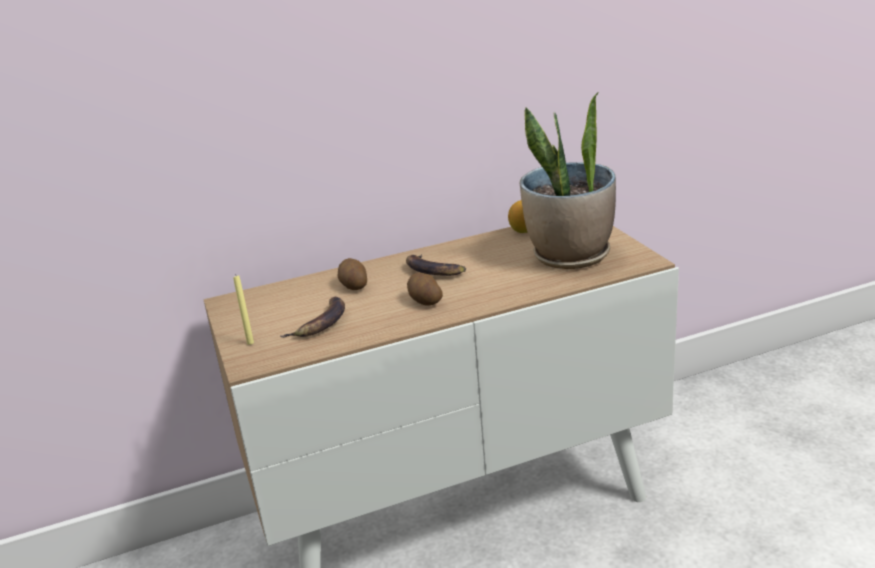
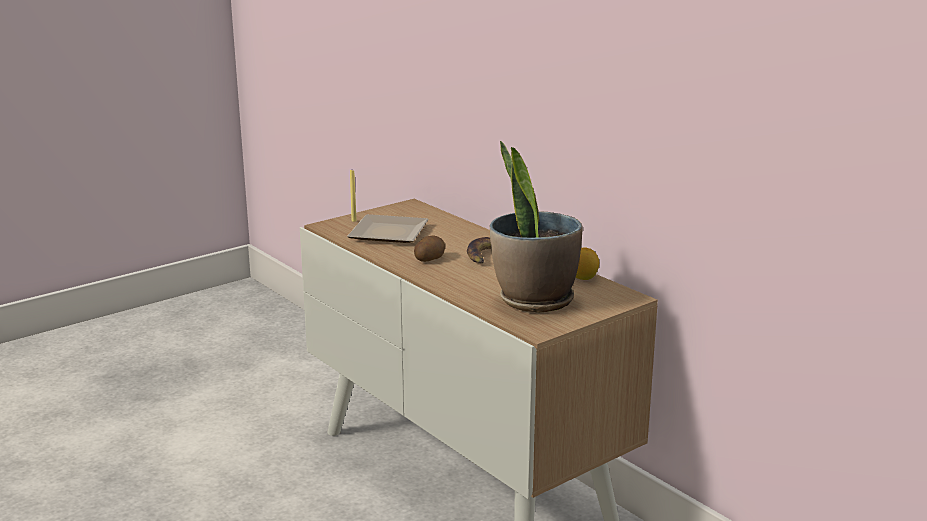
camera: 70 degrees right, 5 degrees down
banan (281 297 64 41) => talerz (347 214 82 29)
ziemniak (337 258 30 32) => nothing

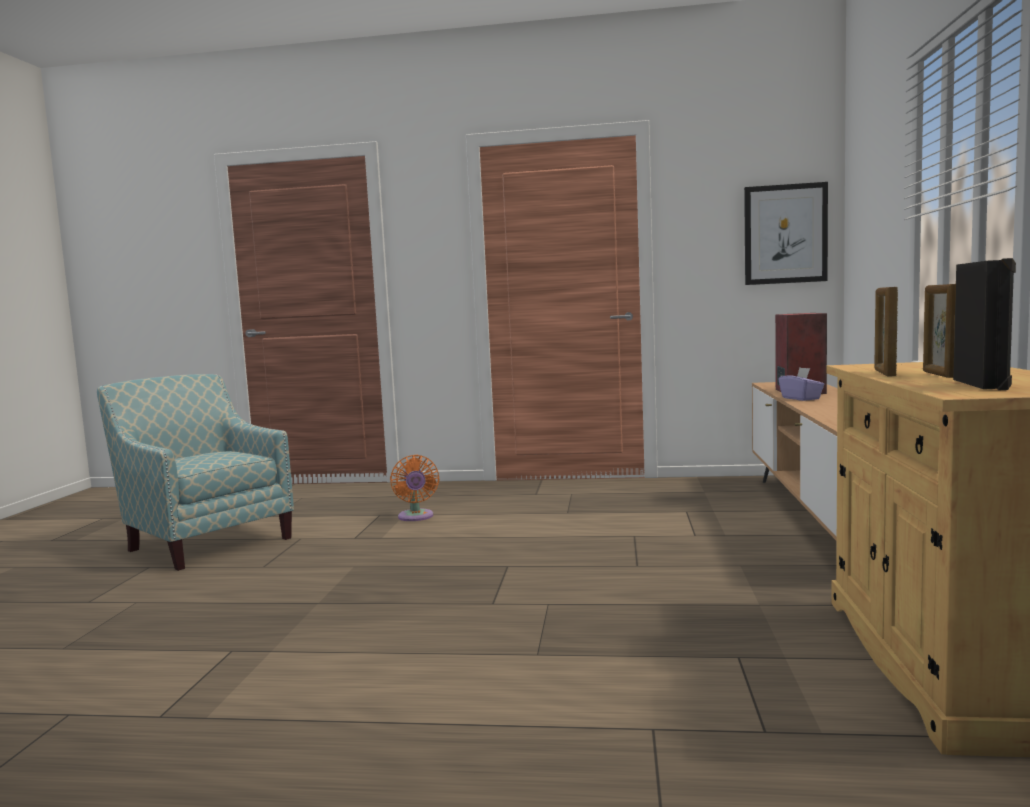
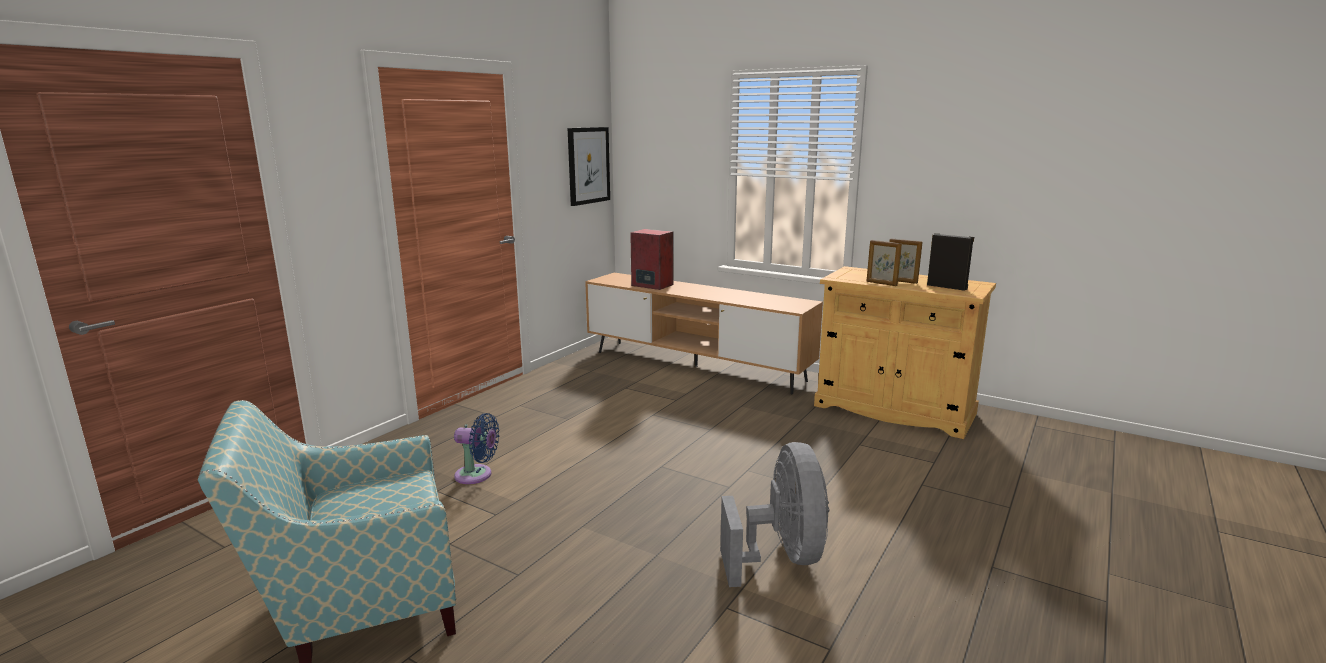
camera: 65 degrees left, 10 degrees up
wentylator (pomarańczowy) (390 455 49 66) => wentylator (niebieski) (454 413 46 71)
nothing => wentylator (szary) (720 442 109 145)
pudełko chusteczek (fioletowy) (778 367 46 34) => nothing

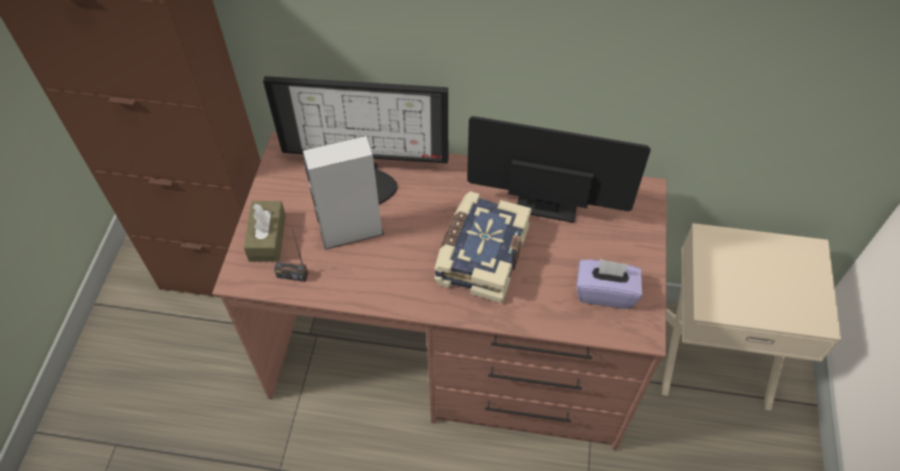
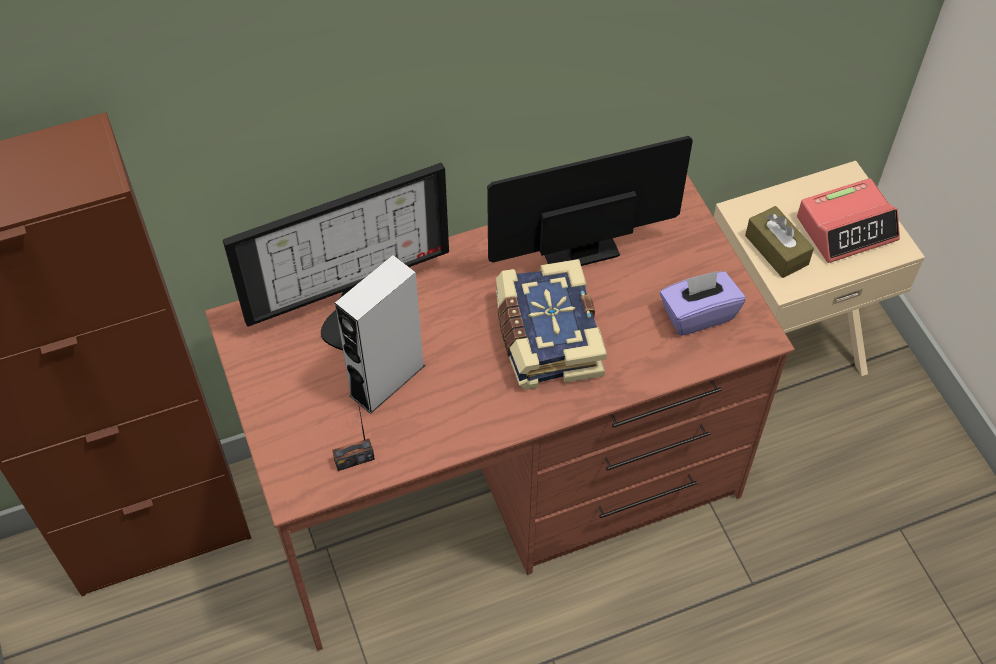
camera: 30 degrees left, 0 degrees up
pudełko chusteczek (brązowy) (244 201 42 61) => pudełko chusteczek (brązowy) (745 206 69 72), move
nothing => budzik (797 178 103 85)

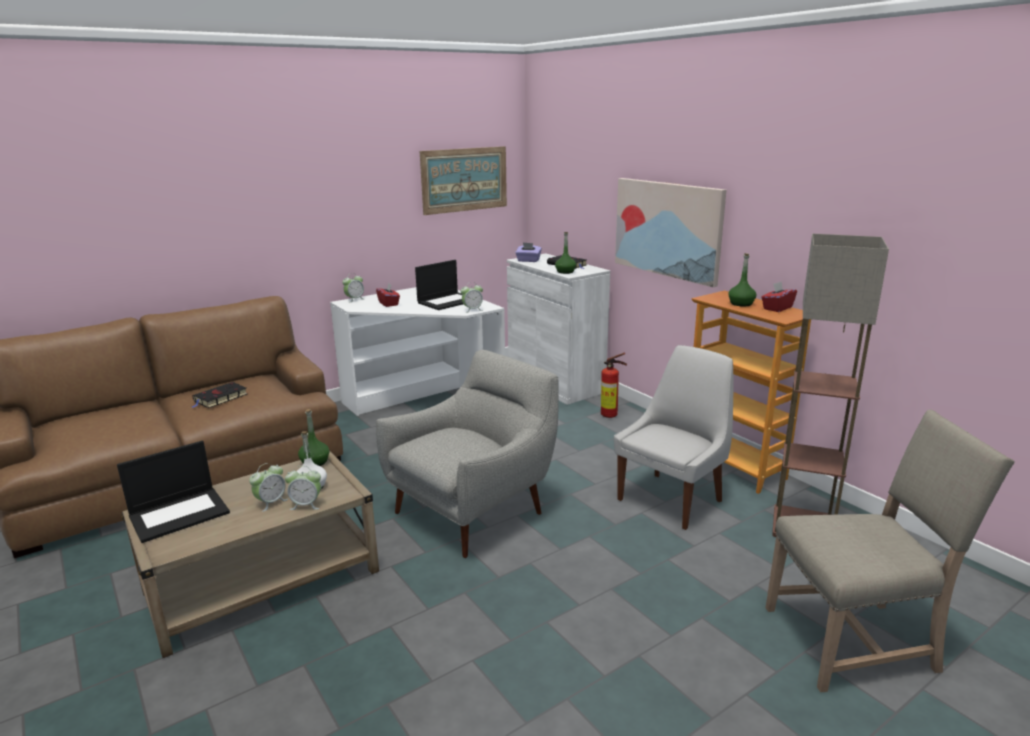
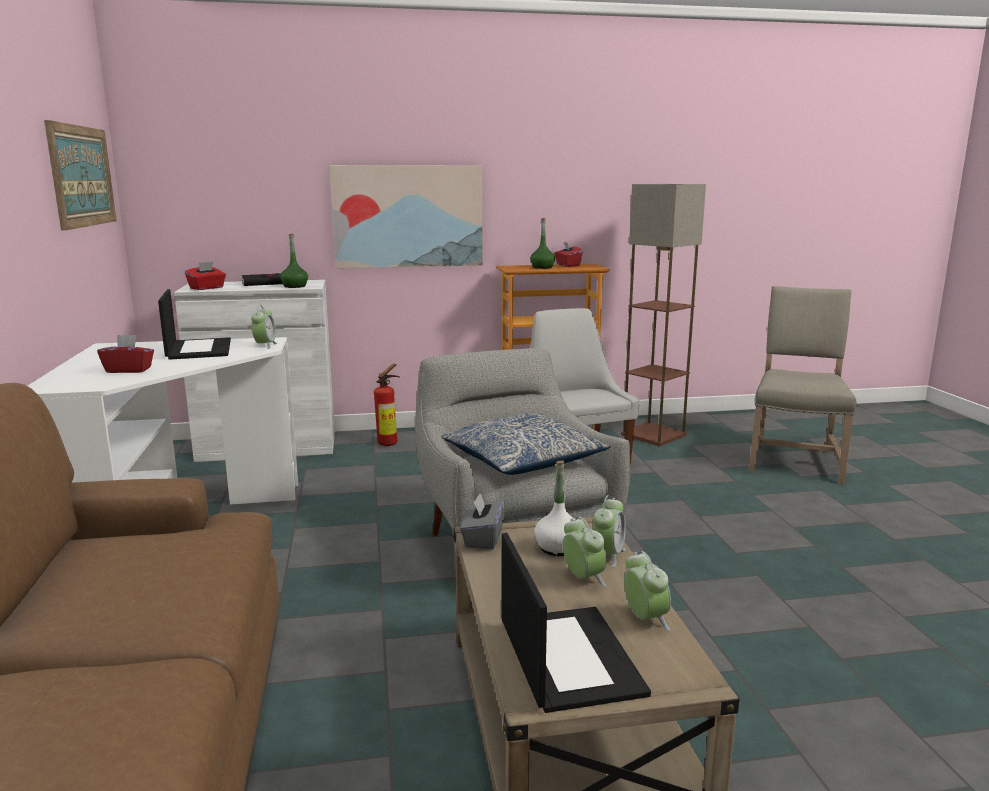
camera: 65 degrees left, 5 degrees down
pudełko chusteczek (fioletowy) (515 243 27 19) => pudełko chusteczek (czerwony) (185 262 41 28)
nothing => poduszka (440 413 171 62)
butelka (zielony) (298 409 31 57) => pudełko chusteczek (szary) (460 492 45 58)
budzik (342 273 22 29) => budzik (624 551 47 80), move
książka (czarny) (192 382 55 26) => nothing

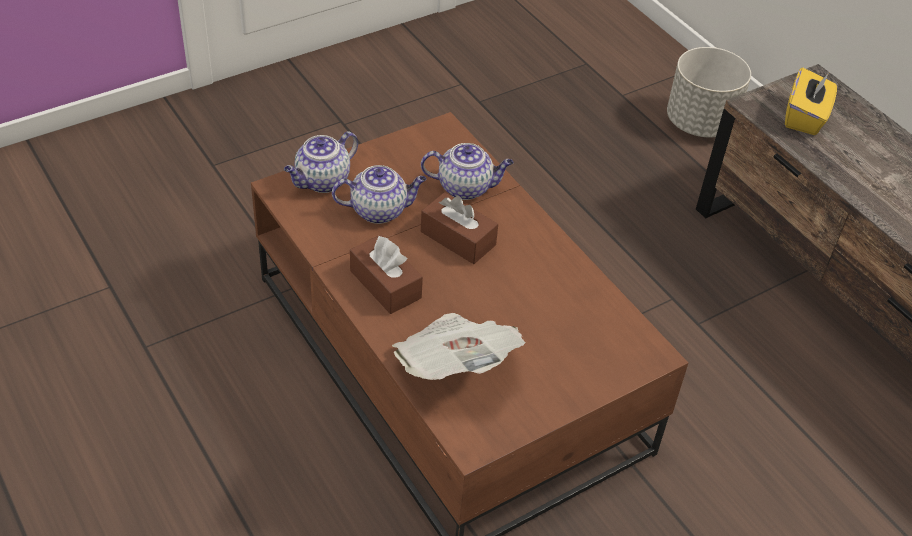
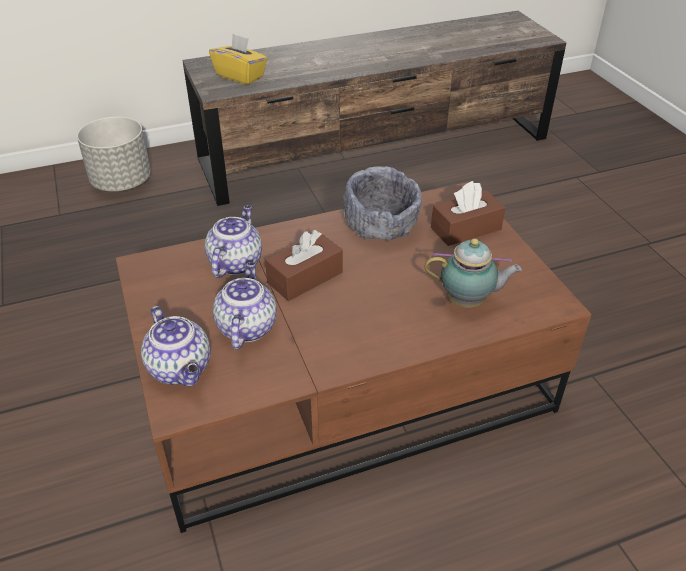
camera: 75 degrees left, 5 degrees down
nothing => miska (szary) (343 166 79 75)
gazeta (392 313 133 67) => imbryk (424 238 98 70)
pudełko chusteczek (brązowy) (350 235 73 79) => pudełko chusteczek (brązowy) (431 181 75 65), move

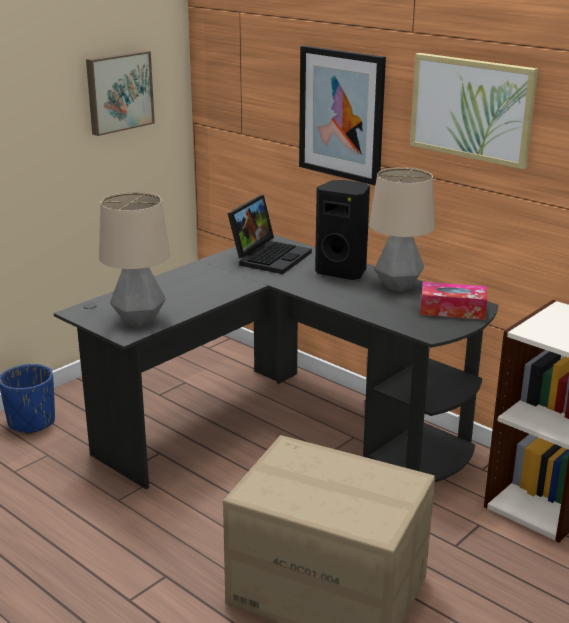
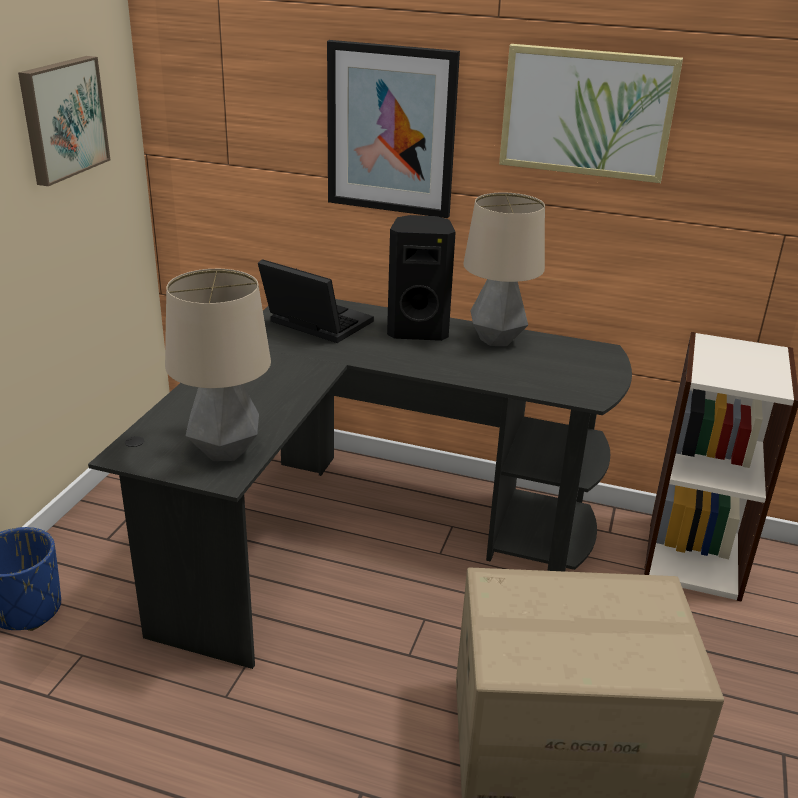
camera: 25 degrees left, 5 degrees up
laptop (228 195 84 79) => laptop (258 259 116 84), 60 degrees counterclockwise
pudełko chusteczek (420 282 67 38) => nothing

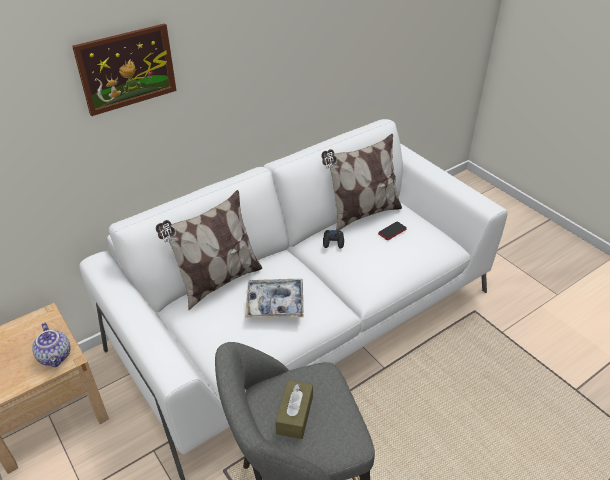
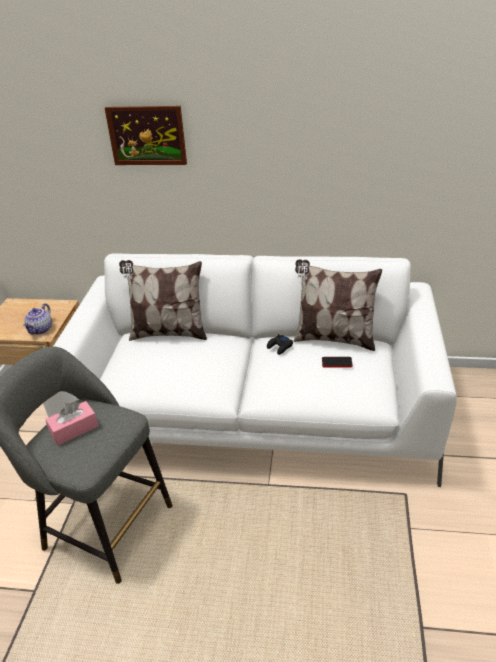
camera: 45 degrees right, 5 degrees down
pudełko chusteczek (brązowy) (275 380 38 59) => pudełko chusteczek (różowy) (45 401 53 44)
taca (245 279 59 39) => nothing

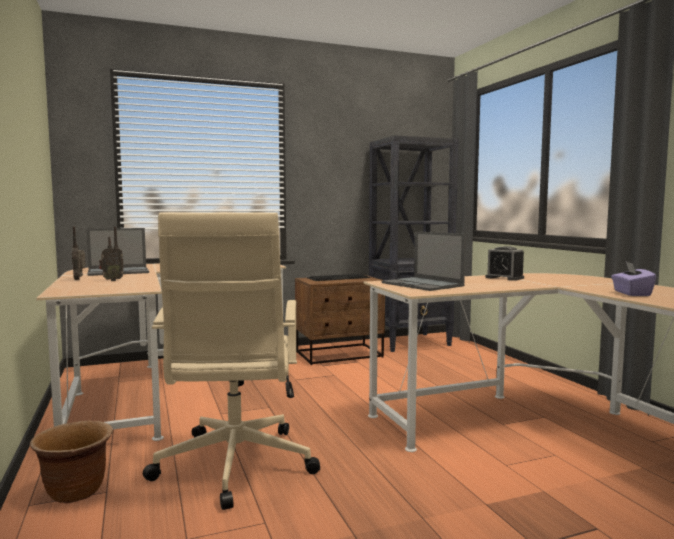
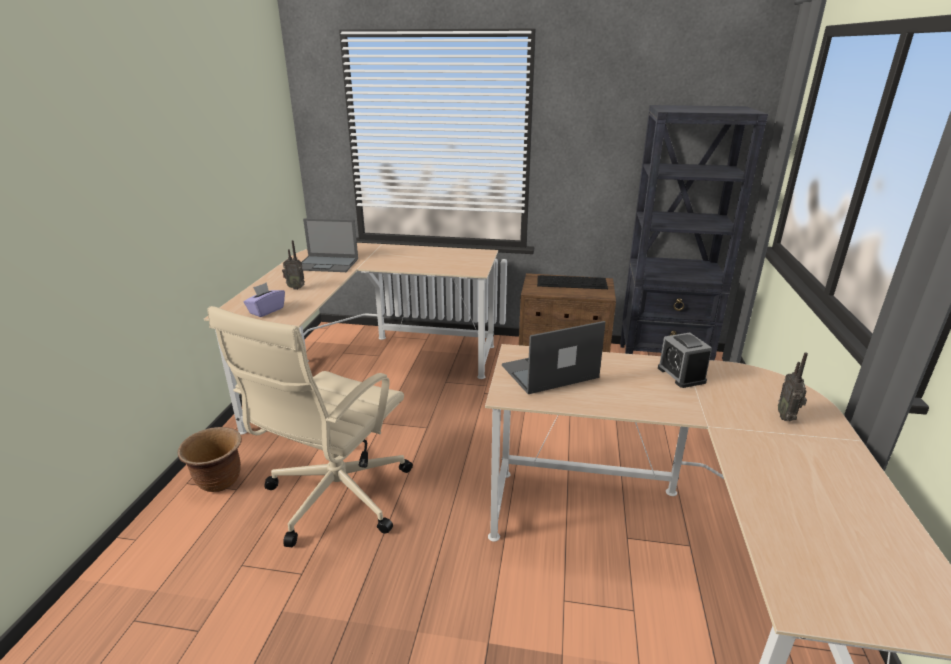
camera: 30 degrees right, 20 degrees up
pudełko chusteczek (fioletowy) (611 262 45 34) => pudełko chusteczek (fioletowy) (243 282 42 35), move
laptop (382 231 84 60) => laptop (502 321 104 73), 75 degrees clockwise
radio (72 227 14 53) => radio (778 352 30 69), move

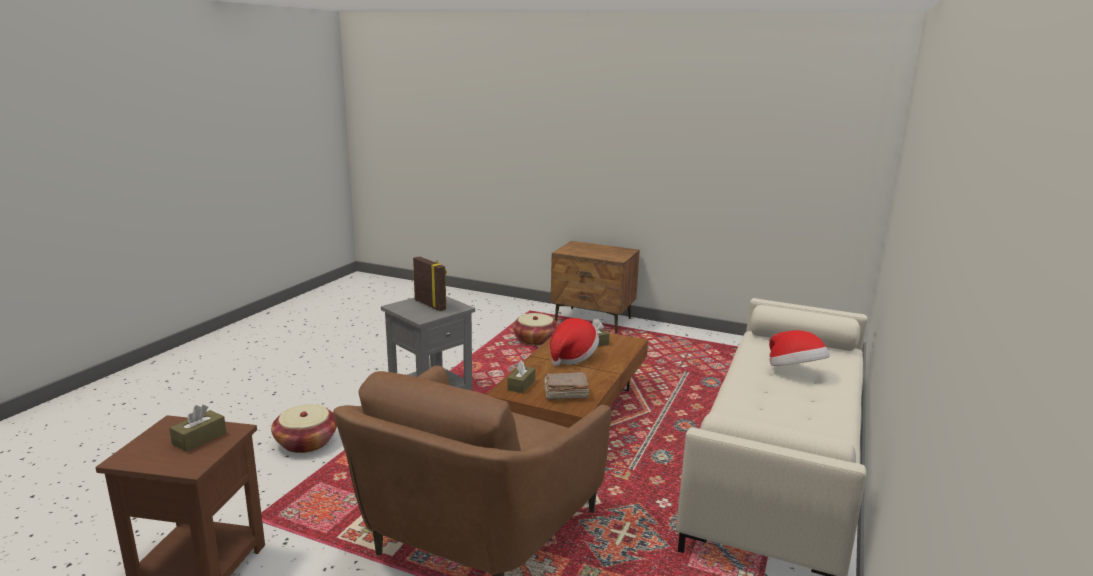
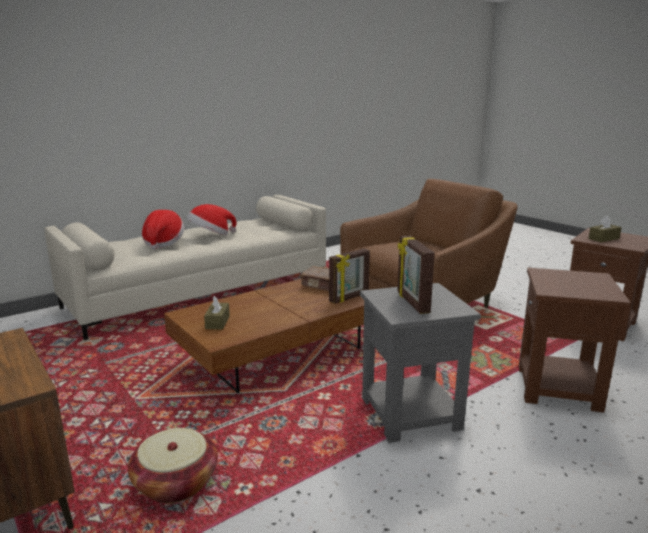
camera: 150 degrees left, 0 degrees up
kapelusz (549 318 50 48) => kapelusz (187 204 50 31), move
pudełko chusteczek (brązowy) (507 360 28 33) => ramka na zdjęcie (329 248 41 56)
koszyk (271 404 66 49) => stolik (brązowy) (519 268 112 145)

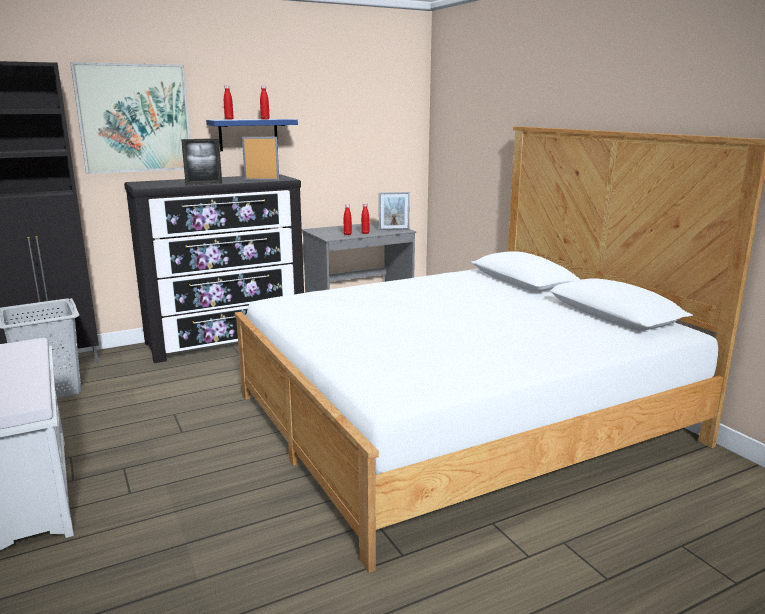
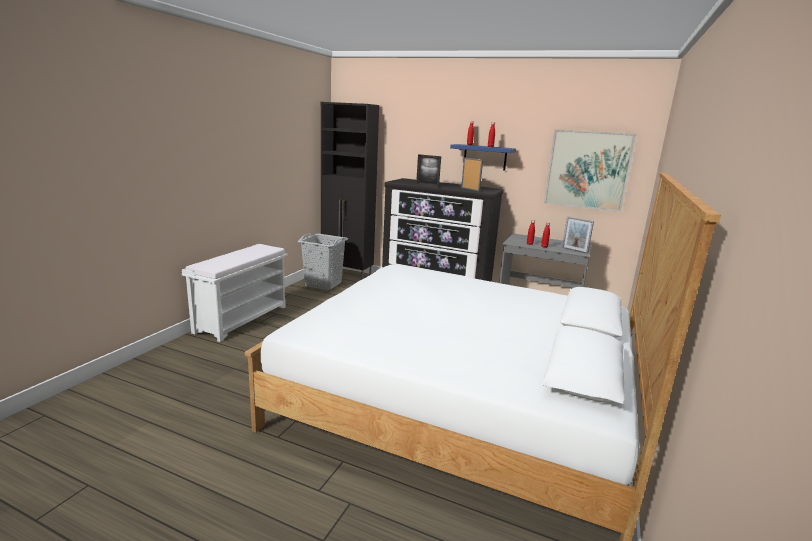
camera: 50 degrees right, 0 degrees up
obraz (70 62 121 112) => obraz (544 129 92 83), move

